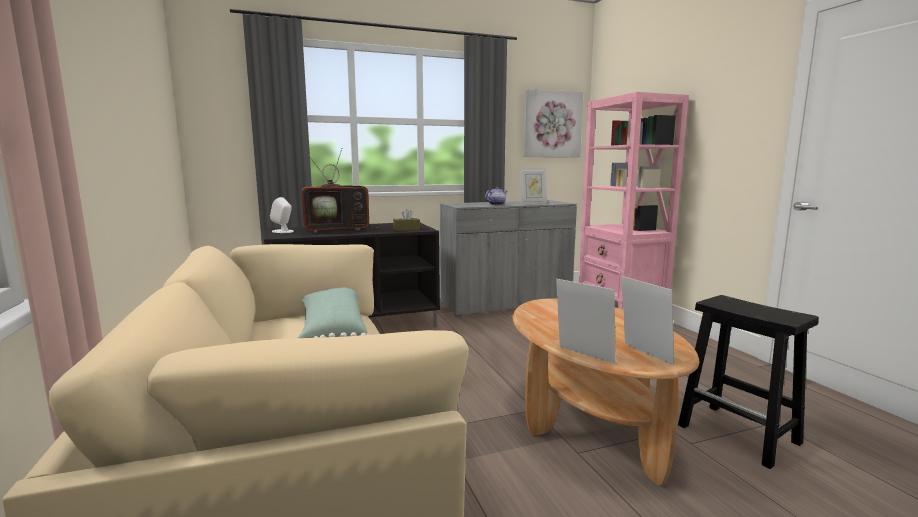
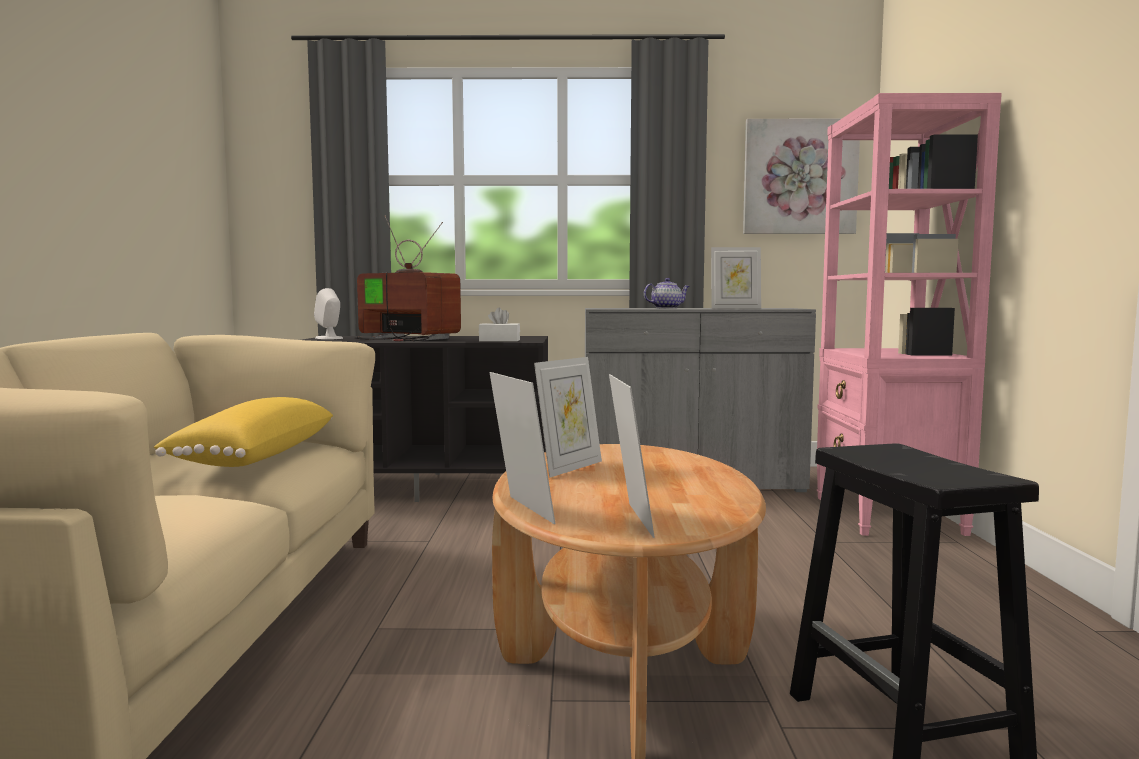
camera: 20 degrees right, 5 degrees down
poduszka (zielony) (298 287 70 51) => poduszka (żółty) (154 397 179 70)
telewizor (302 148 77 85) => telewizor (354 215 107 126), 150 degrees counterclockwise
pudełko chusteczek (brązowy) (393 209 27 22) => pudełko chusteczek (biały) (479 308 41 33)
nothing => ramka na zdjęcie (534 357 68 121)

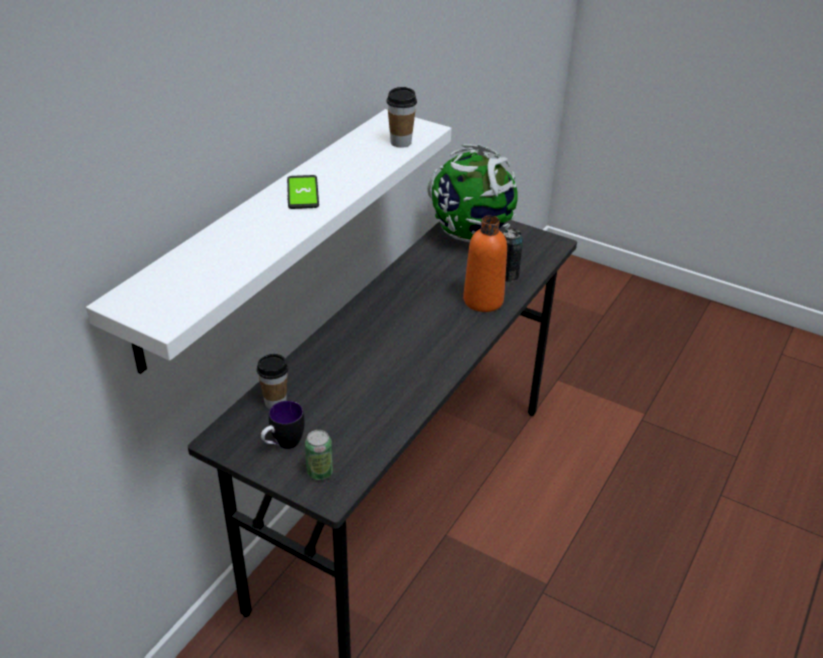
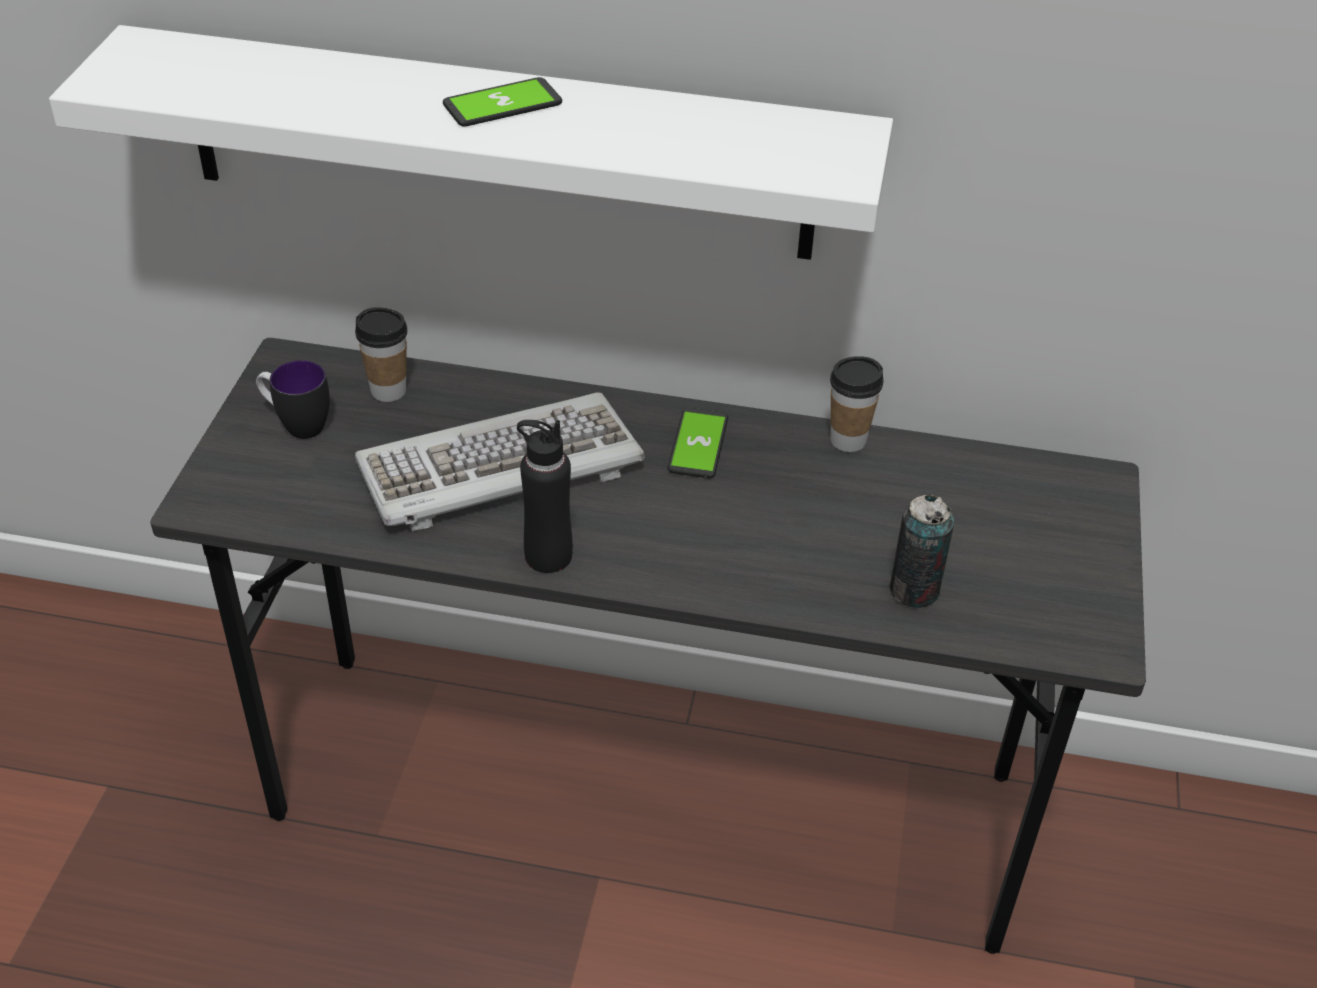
camera: 70 degrees right, 5 degrees up
nothing => klawiatura (355 392 290 140)
nothing => butelka (czarny) (517 420 56 153)
nothing => telefon (668 407 60 71)
filiżanka (387 87 30 61) => filiżanka (830 356 54 96), move
puszka (305 430 28 50) => nothing
globus (427 144 91 99) => nothing
butelka (pomarańczowy) (463 215 44 97) => nothing

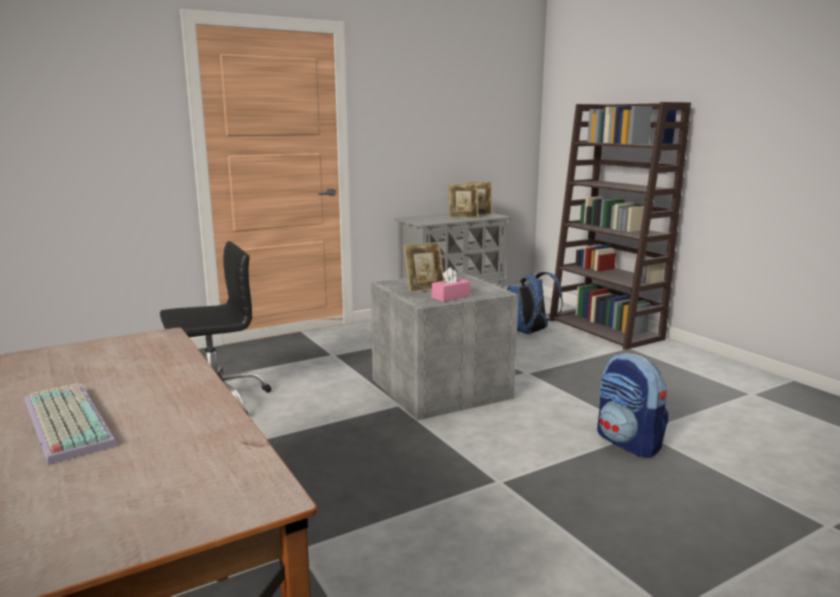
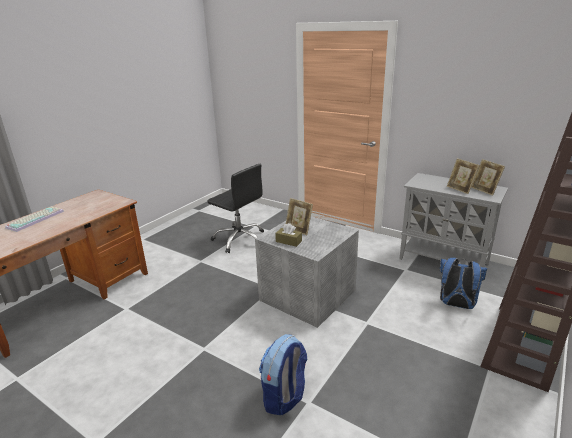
camera: 65 degrees right, 10 degrees up
pudełko chusteczek (różowy) (432 267 38 35) => pudełko chusteczek (brązowy) (275 223 27 24)

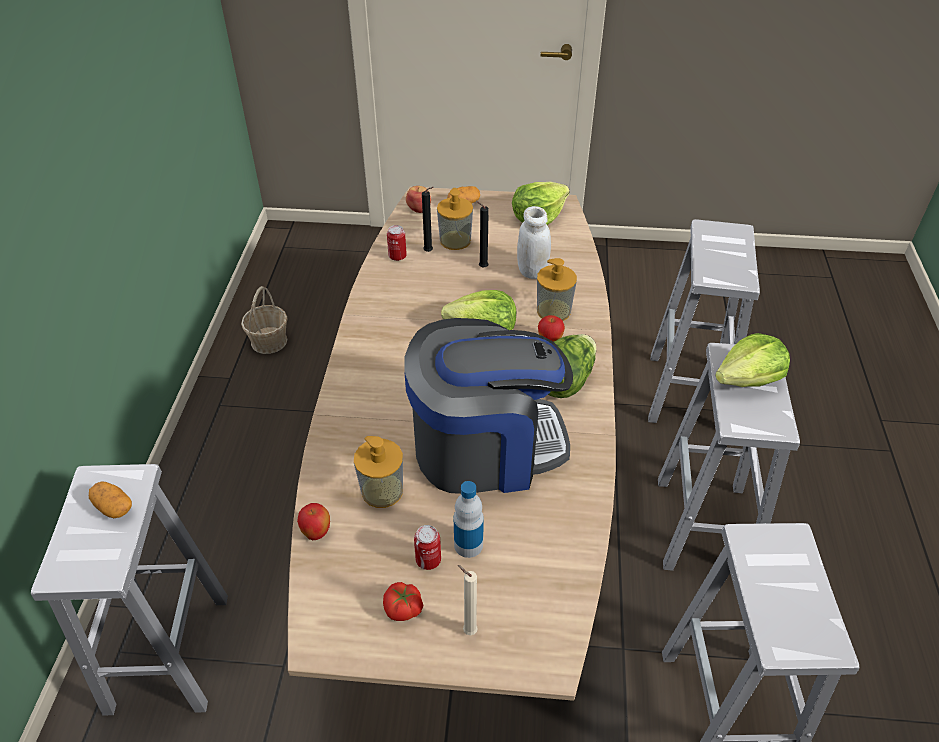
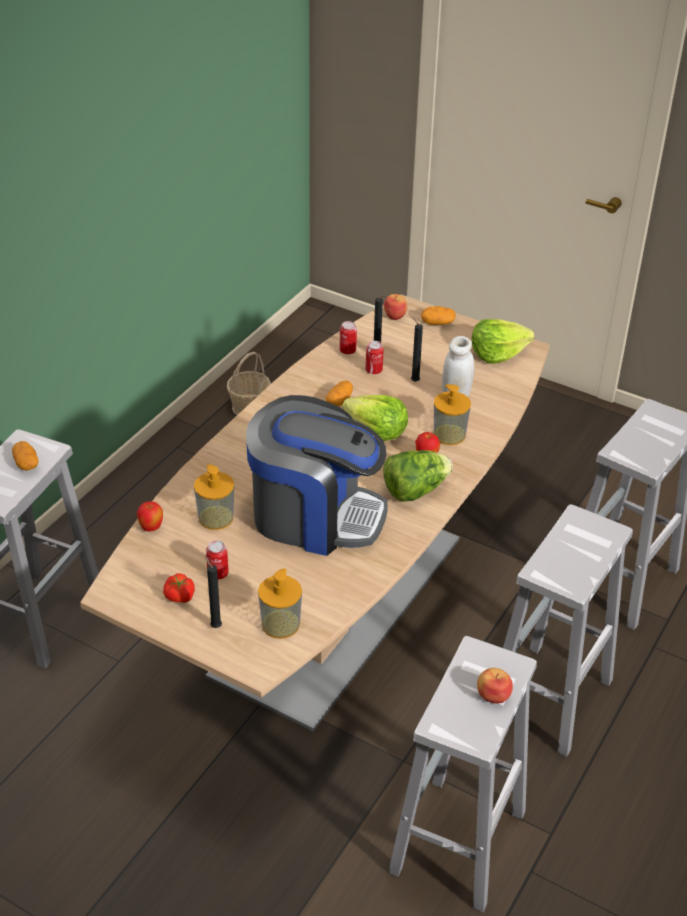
camera: 25 degrees right, 5 degrees down
świeca (beżowy) (458 565 20 70) => świeca (czarny) (205 556 17 72)
dozownik mydła (437 188 36 62) => dozownik mydła (258 568 44 71), move
nothing => ziemniak (325 380 28 26)
nothing => puszka (365 341 18 33)
nothing => jabłko (477 668 36 36)
butelka (454 481 30 77) => nothing
sałata (715 333 75 54) => nothing

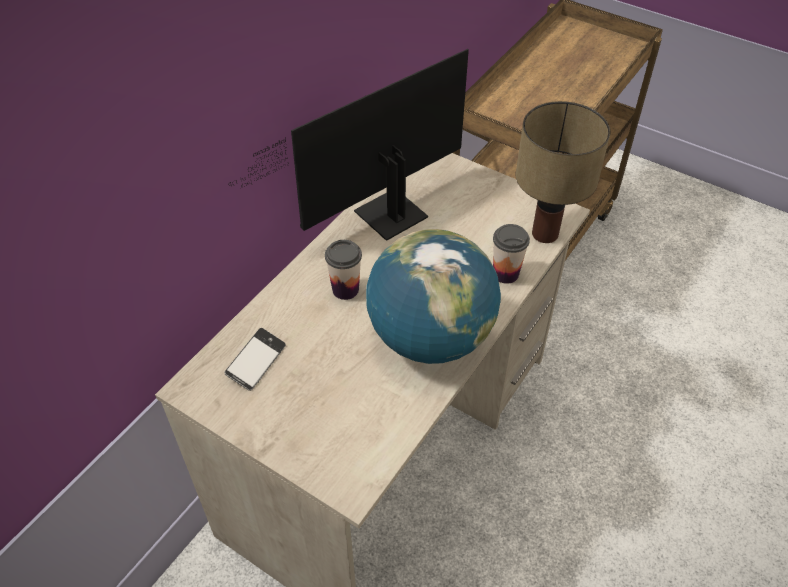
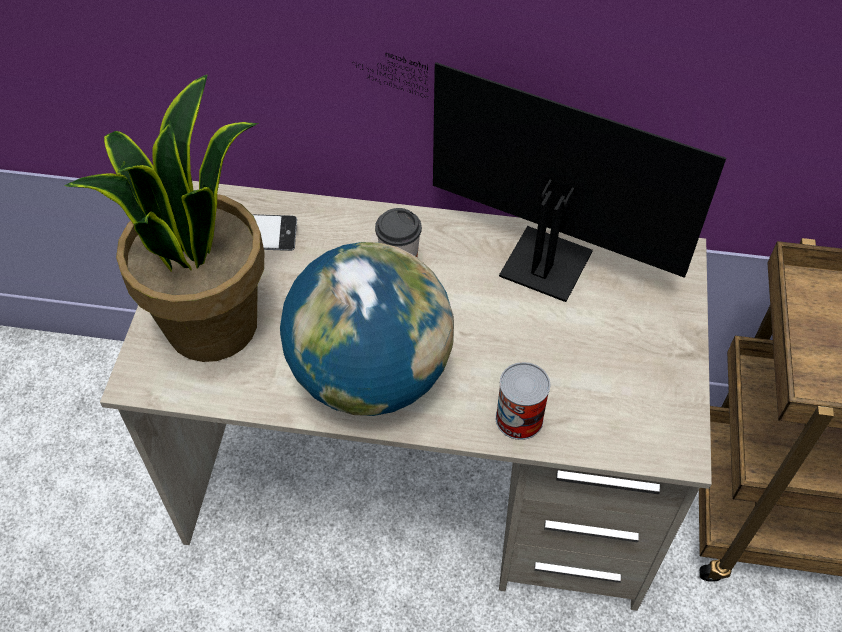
camera: 65 degrees right, 5 degrees up
nothing => roślina doniczkowa (64 75 200 287)
filiżanka (493 224 37 60) => puszka (495 362 55 78)
lampa stołowa (516 101 94 142) => nothing

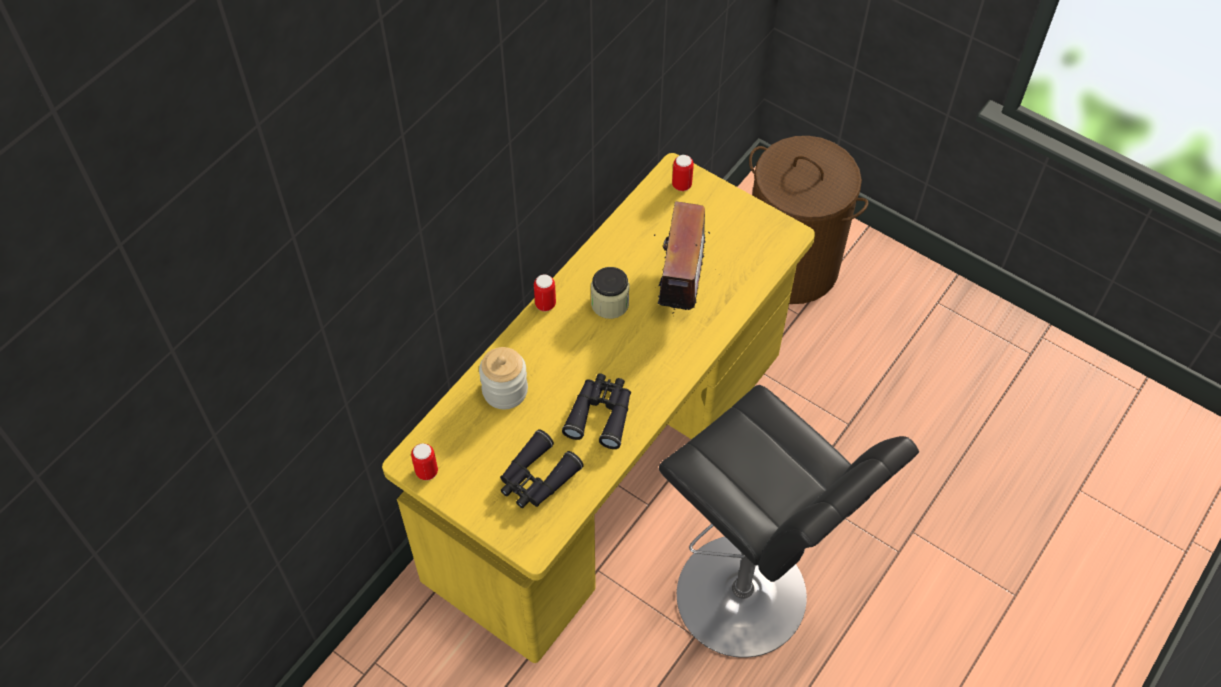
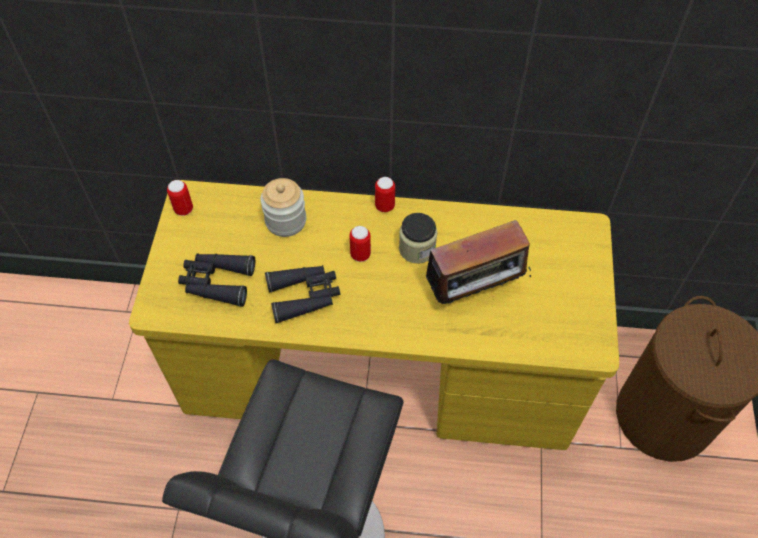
camera: 60 degrees right, 0 degrees up
puszka (672 155 22 36) => puszka (349 226 22 36), move

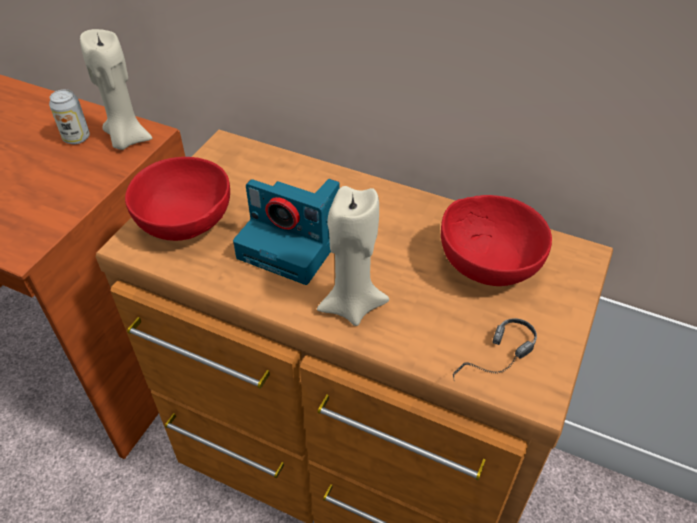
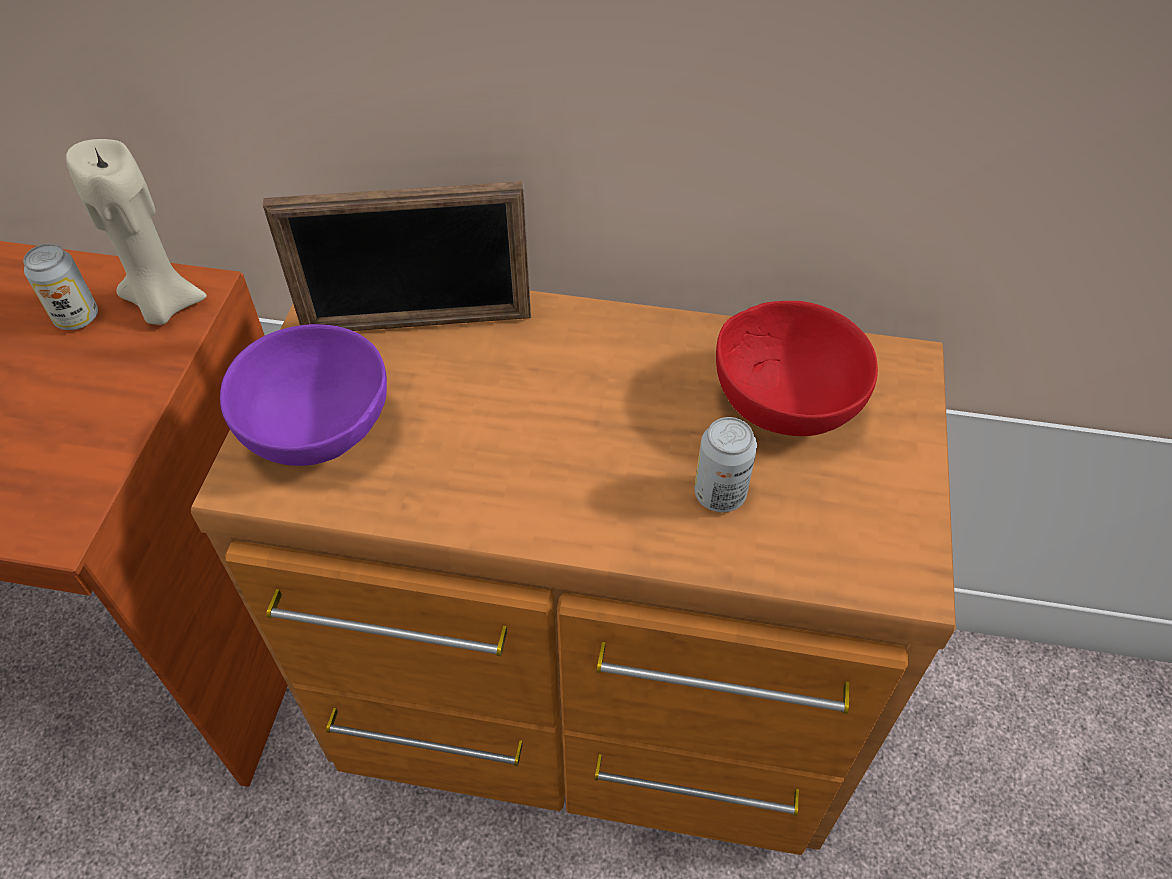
camera: 15 degrees left, 5 degrees up
miska (czerwony) (125 157 105 84) => miska (fioletowy) (220 324 167 142)
nothing => ramka na zdjęcie (263 181 268 150)
nothing => puszka (695 417 62 95)
aparat fotograficzny (233 179 106 106) => nothing
świeca (beżowy) (317 186 72 140) => nothing
słuchawki (453 318 84 60) => nothing

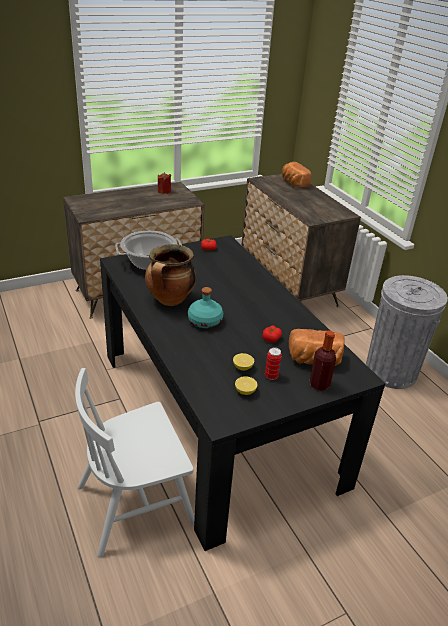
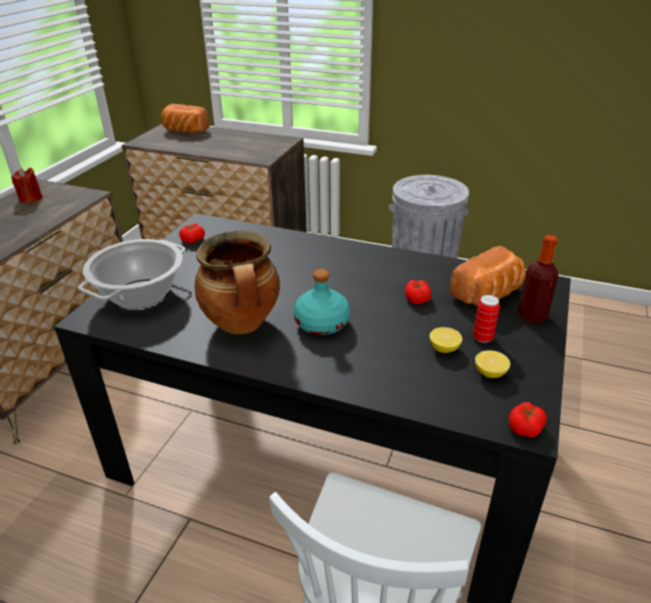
camera: 40 degrees left, 0 degrees up
nothing => pomidor (509 402 38 36)

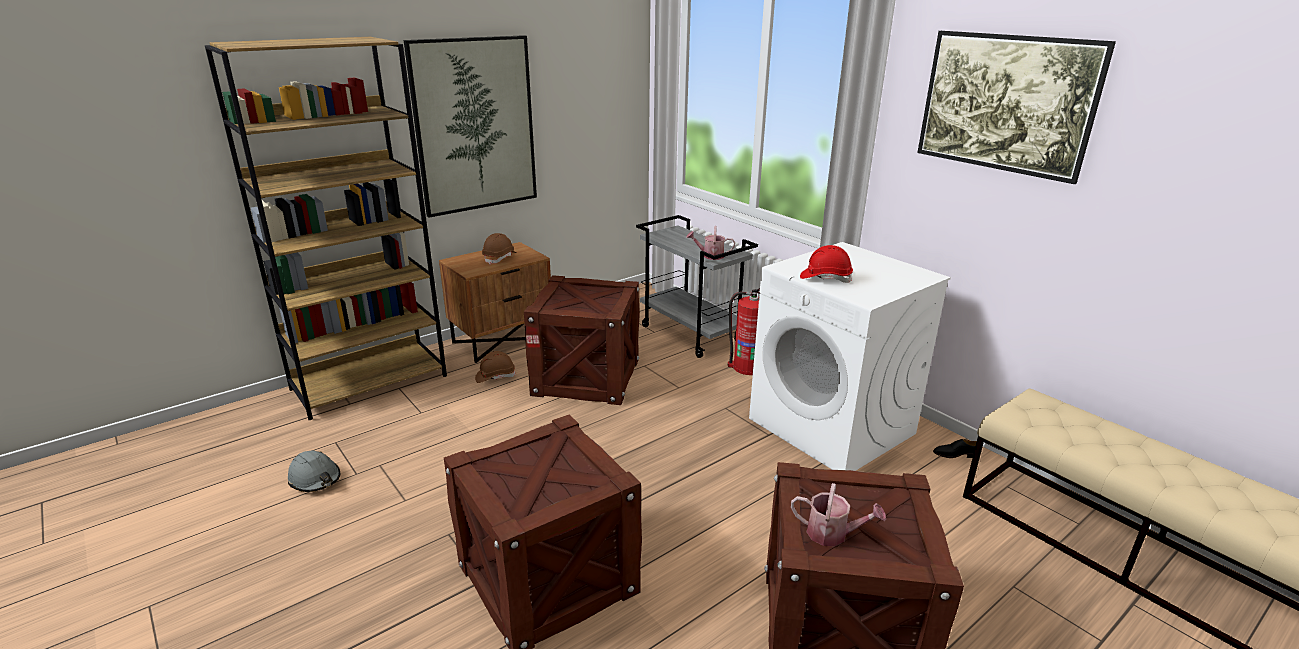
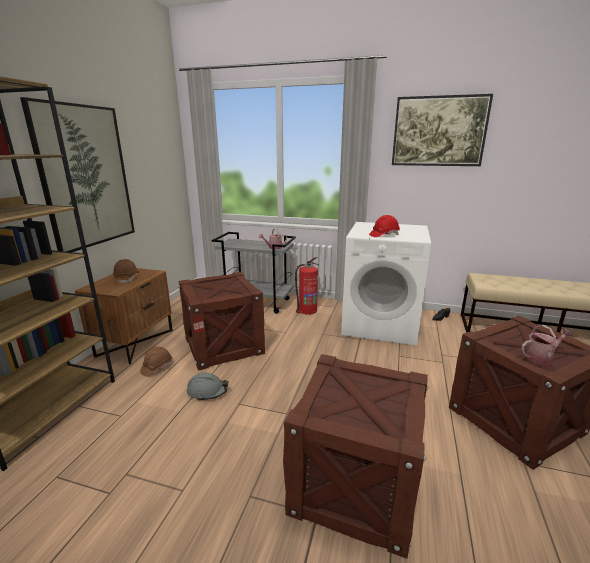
camera: 35 degrees left, 5 degrees down
kask (szary) (288 451 52 41) => kask (szary) (187 373 42 28), move

